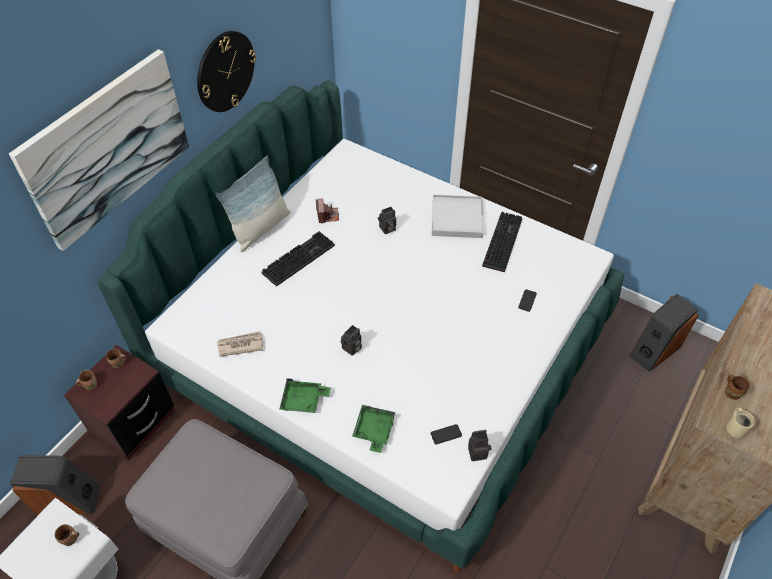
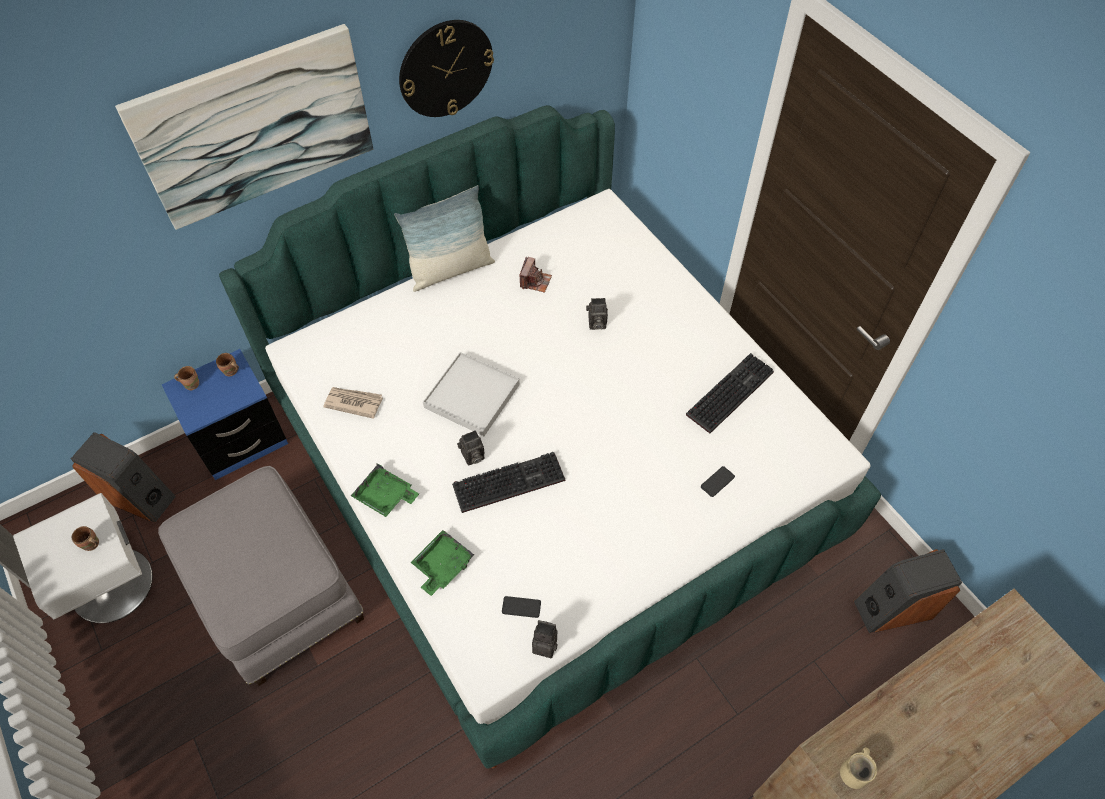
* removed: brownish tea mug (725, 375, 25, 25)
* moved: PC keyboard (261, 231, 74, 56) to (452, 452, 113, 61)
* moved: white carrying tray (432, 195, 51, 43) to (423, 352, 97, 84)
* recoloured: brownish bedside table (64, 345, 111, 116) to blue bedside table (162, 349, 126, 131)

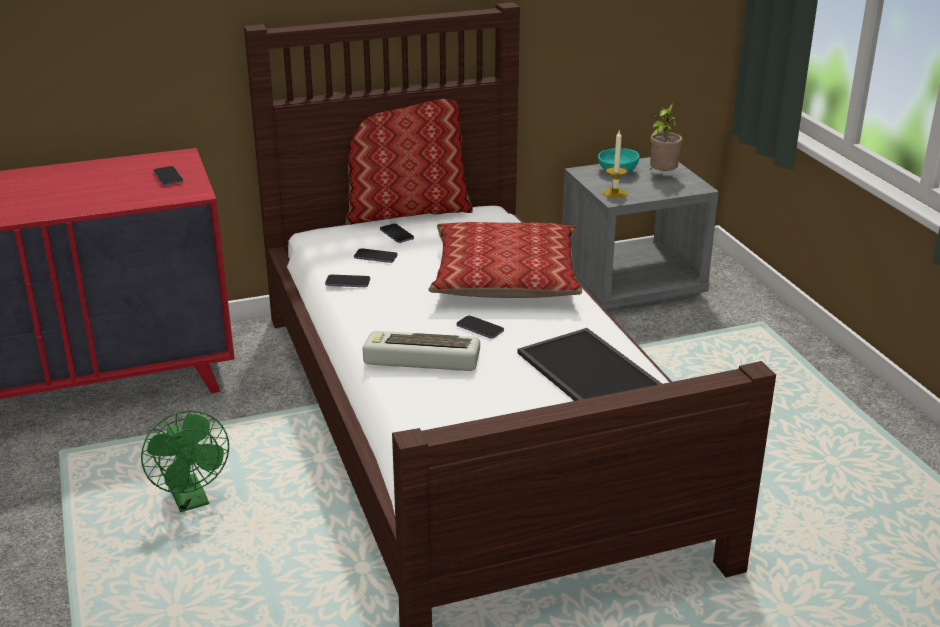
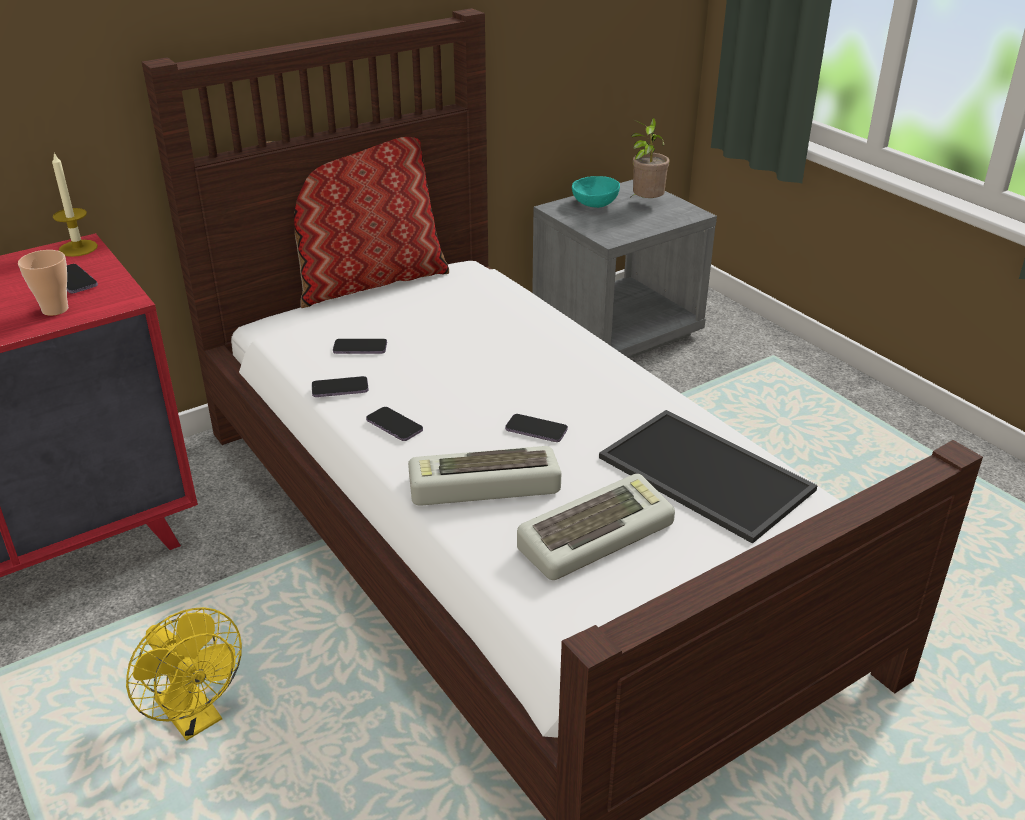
* removed: pillow (429, 222, 153, 76)
* added: cup (18, 250, 50, 66)
* added: PC keyboard (517, 474, 158, 106)
* moved: telephone (380, 224, 34, 19) to (366, 407, 57, 34)
* moved: wax light (603, 129, 25, 69) to (52, 153, 46, 104)
* recoloured: green-coloured cooling fan (141, 411, 88, 101) to yellowish cooling fan (126, 607, 116, 134)

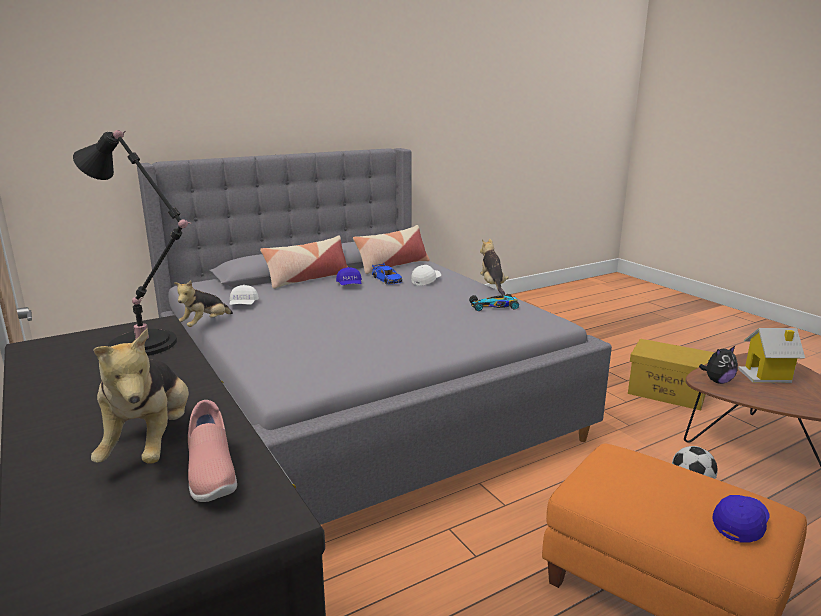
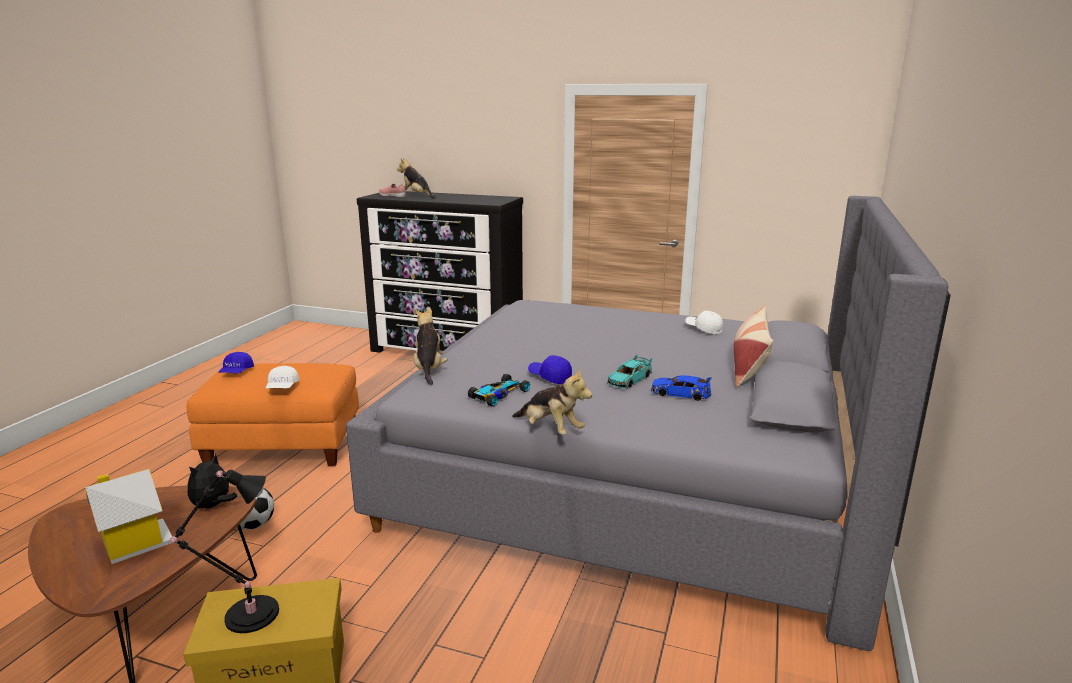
* removed: pillow (353, 225, 77, 49)
* added: turquoise-coloured toy car (607, 355, 45, 34)
* moved: black lamp for a table (73, 130, 119, 226) to (168, 470, 111, 163)
* moved: cuddly toy (174, 281, 59, 46) to (414, 307, 34, 78)
* moved: blue peaked cap (336, 267, 26, 18) to (528, 355, 44, 29)
* moved: white peaked cap (411, 265, 30, 21) to (266, 366, 33, 23)

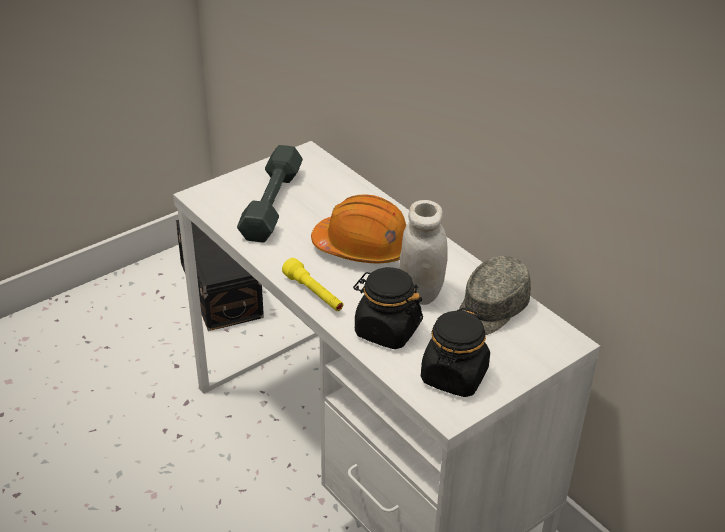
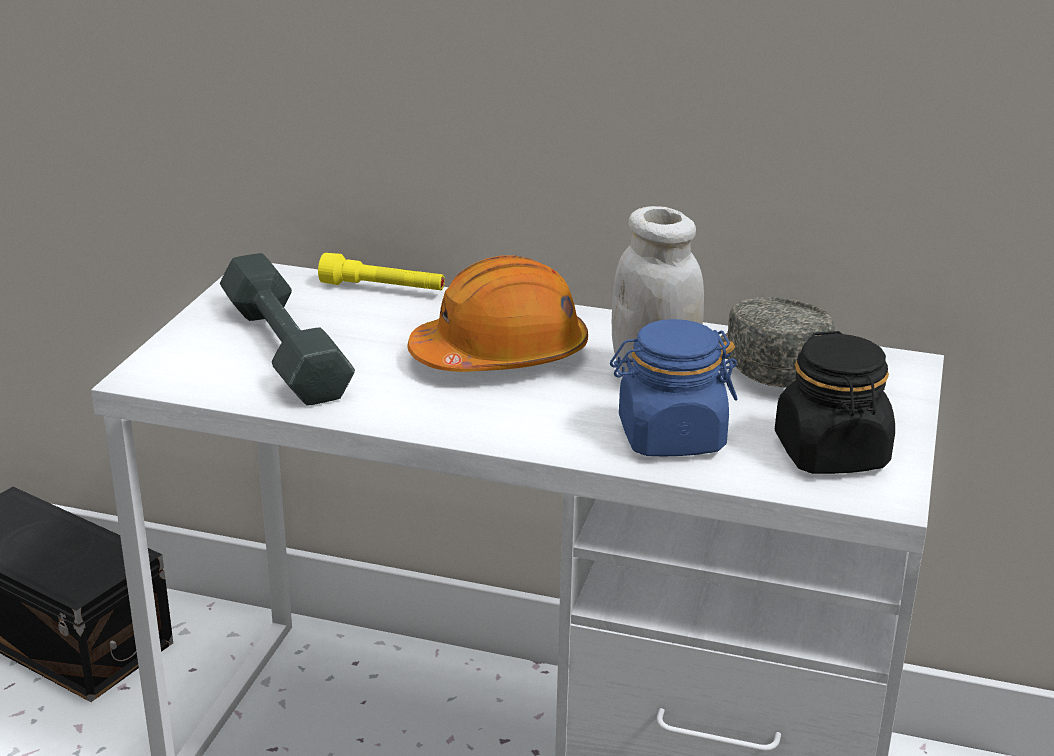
* moved: yellowish flashlight (282, 258, 61, 53) to (318, 253, 127, 37)
* recoloured: black preserve jar (353, 267, 70, 82) to blue preserve jar (610, 319, 127, 137)
* turned: greyish peaked cap (459, 256, 72, 79) = (719, 297, 116, 91) 150 degrees clockwise

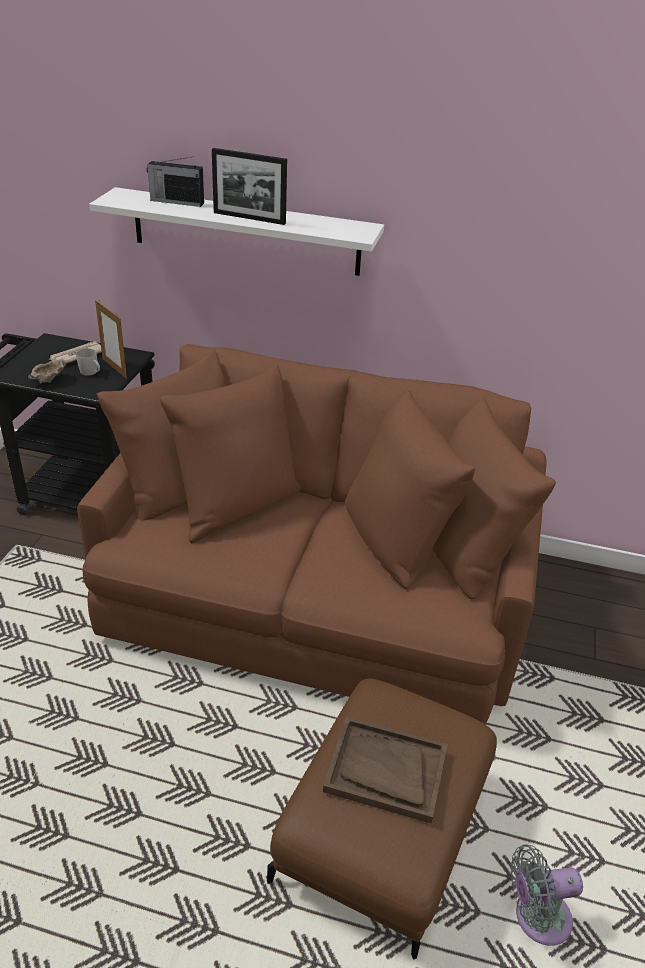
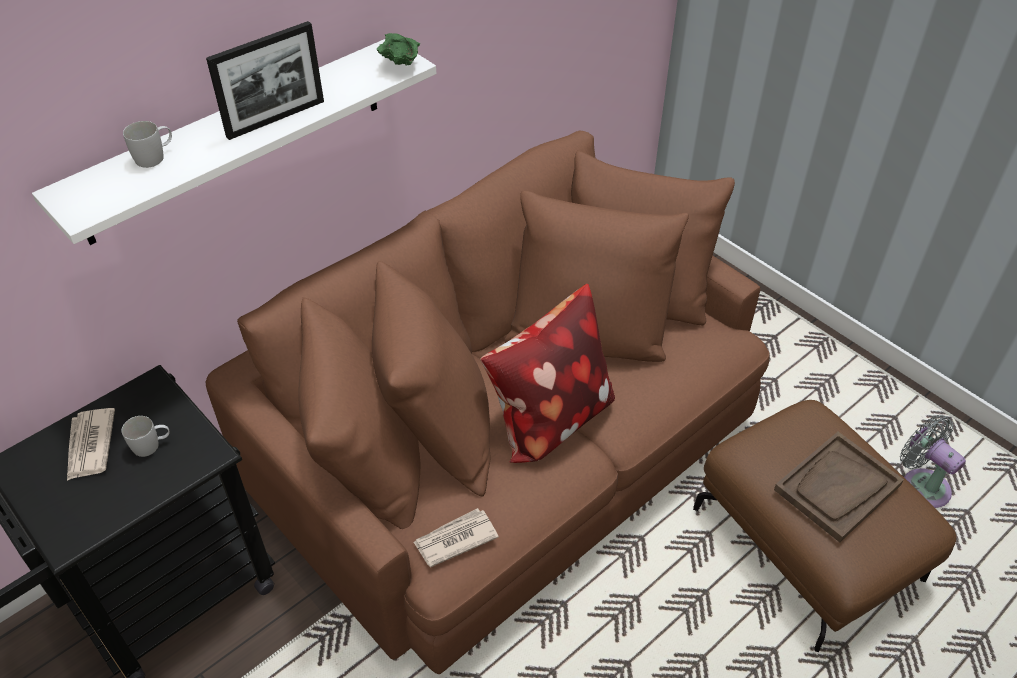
* removed: sand-coloured deep dish (28, 358, 38, 25)
* removed: photo frame (95, 300, 32, 79)
* added: green-coloured deep dish (377, 33, 43, 32)
* added: printed paper (413, 508, 86, 59)
* added: pillow (480, 284, 135, 179)
* replaced: radio set (147, 157, 57, 50) to white tea mug (123, 121, 49, 47)
* turned: greyish cooling fan (511, 844, 72, 102) = (900, 415, 66, 93) 120 degrees clockwise

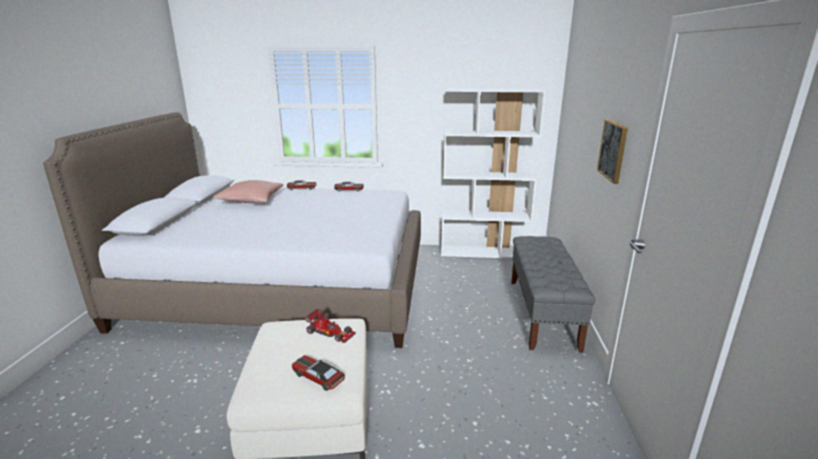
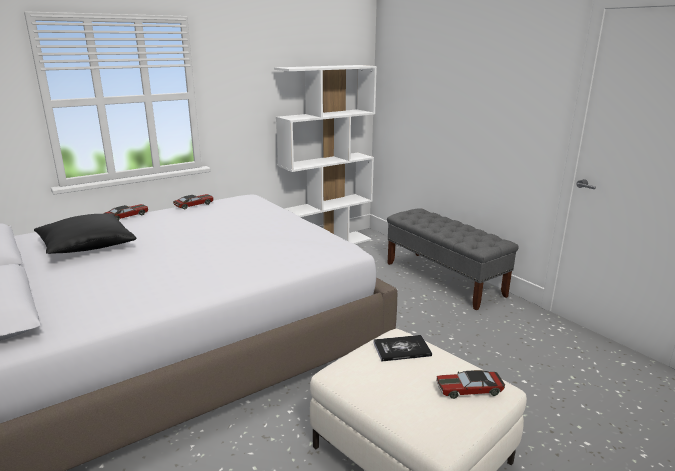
* removed: wall art (597, 119, 31, 65)
* replaced: toy car (305, 309, 51, 34) to book (373, 335, 59, 27)
* recoloured: pink-coloured pillow (213, 180, 70, 23) to black pillow (34, 213, 103, 41)

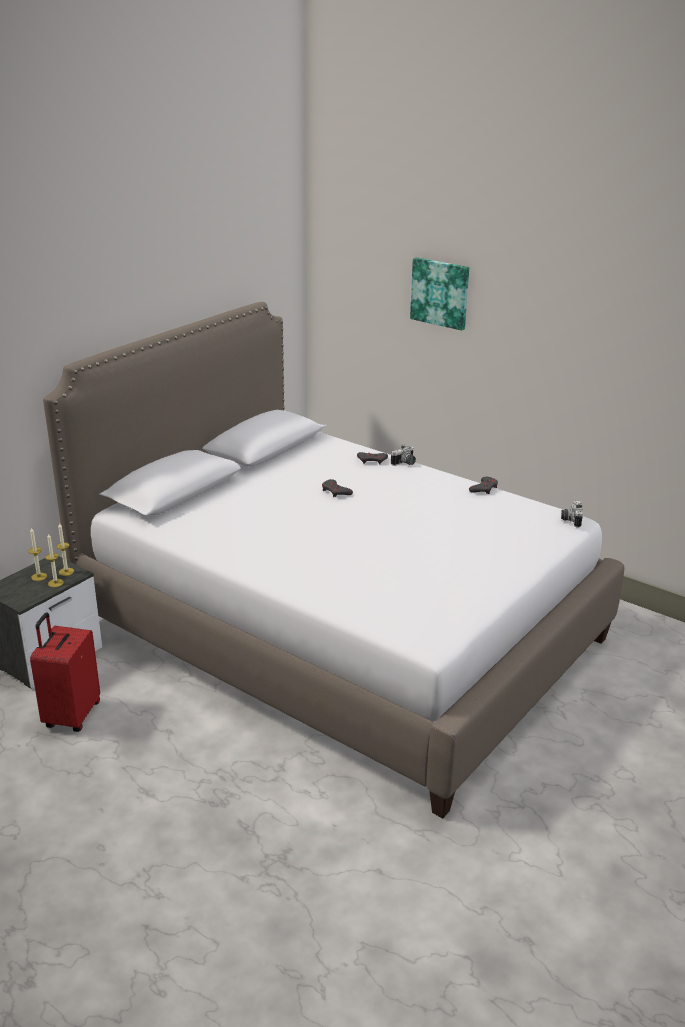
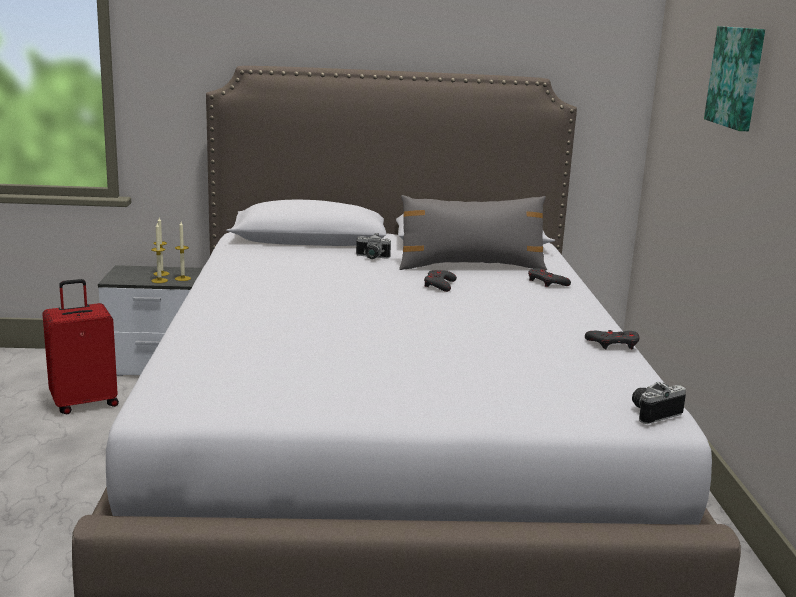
* added: greyish pillow (399, 195, 148, 75)
* moved: photo camera (391, 444, 25, 22) to (356, 233, 35, 26)

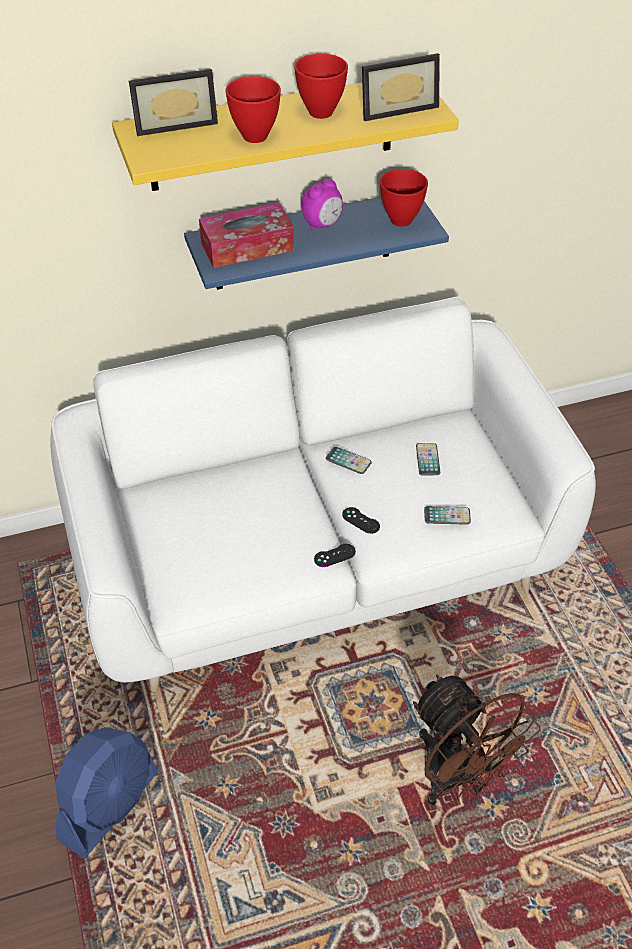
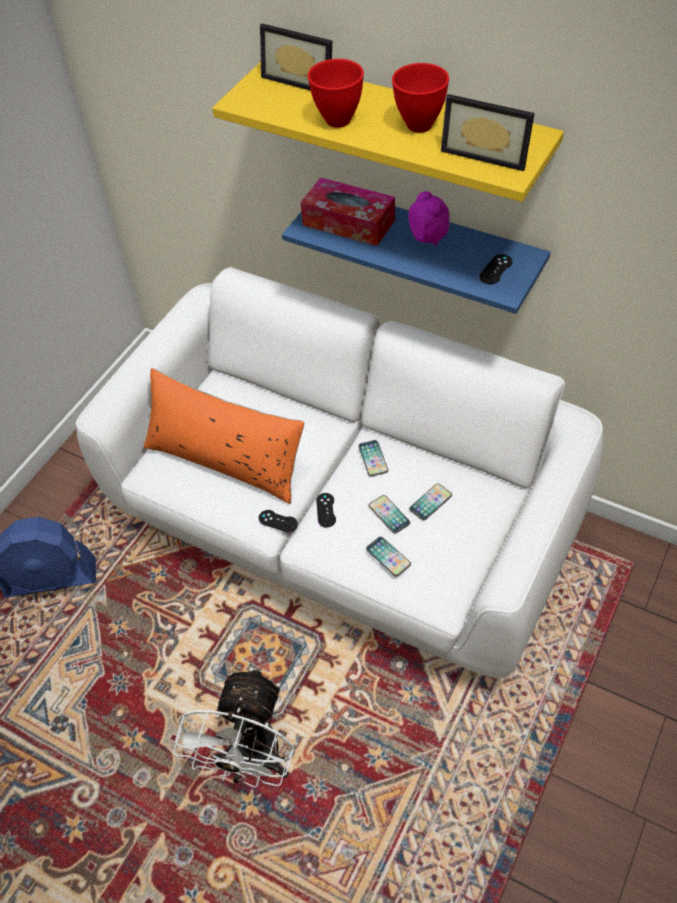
* added: orange pillow (143, 368, 162, 136)
* added: telephone (369, 495, 41, 39)
* replaced: red-coloured deep dish (380, 169, 48, 58) to black game controller (479, 254, 33, 30)
* recoloured: brownish cooling fan (413, 675, 128, 130) to white cooling fan (173, 667, 122, 121)
* turned: bedside clock (302, 179, 41, 51) = (408, 191, 42, 55) 120 degrees counterclockwise

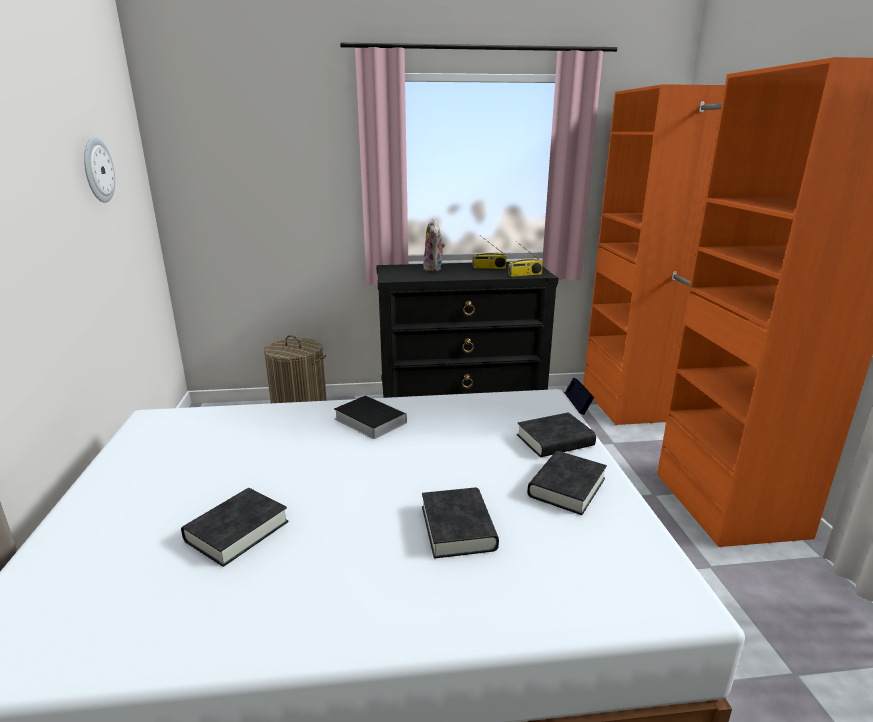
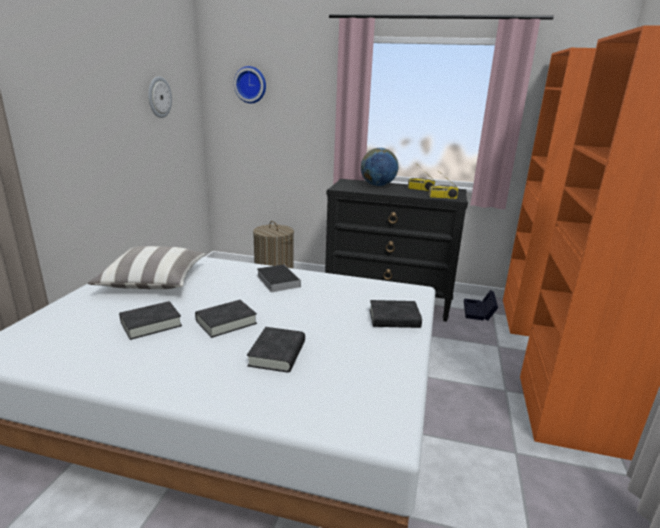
* added: pillow (88, 246, 117, 43)
* added: clock on the wall (234, 66, 32, 37)
* moved: black book (527, 451, 80, 64) to (195, 300, 62, 38)
* replaced: cuddly toy (423, 219, 22, 52) to world globe (361, 148, 37, 38)

